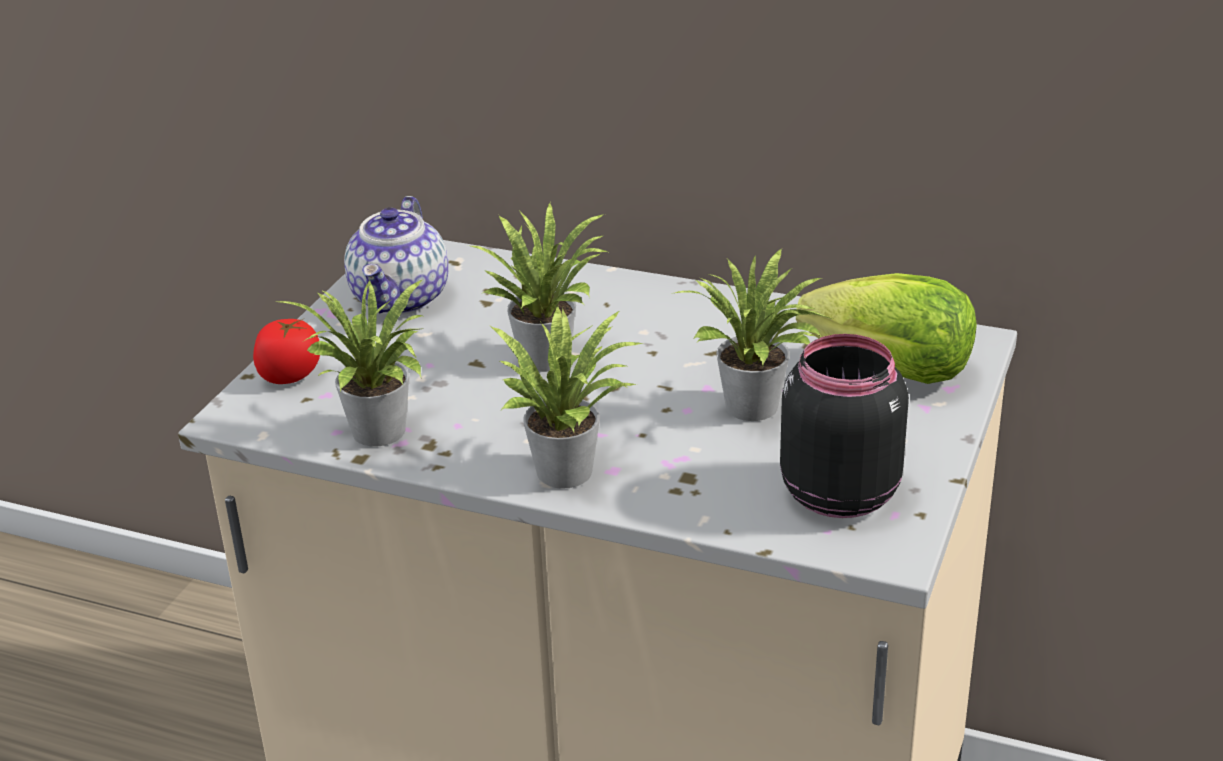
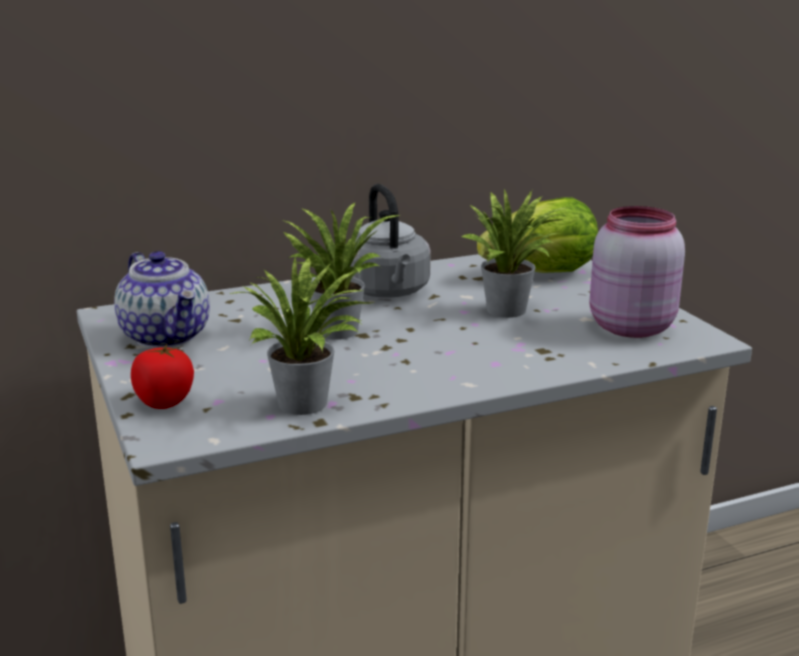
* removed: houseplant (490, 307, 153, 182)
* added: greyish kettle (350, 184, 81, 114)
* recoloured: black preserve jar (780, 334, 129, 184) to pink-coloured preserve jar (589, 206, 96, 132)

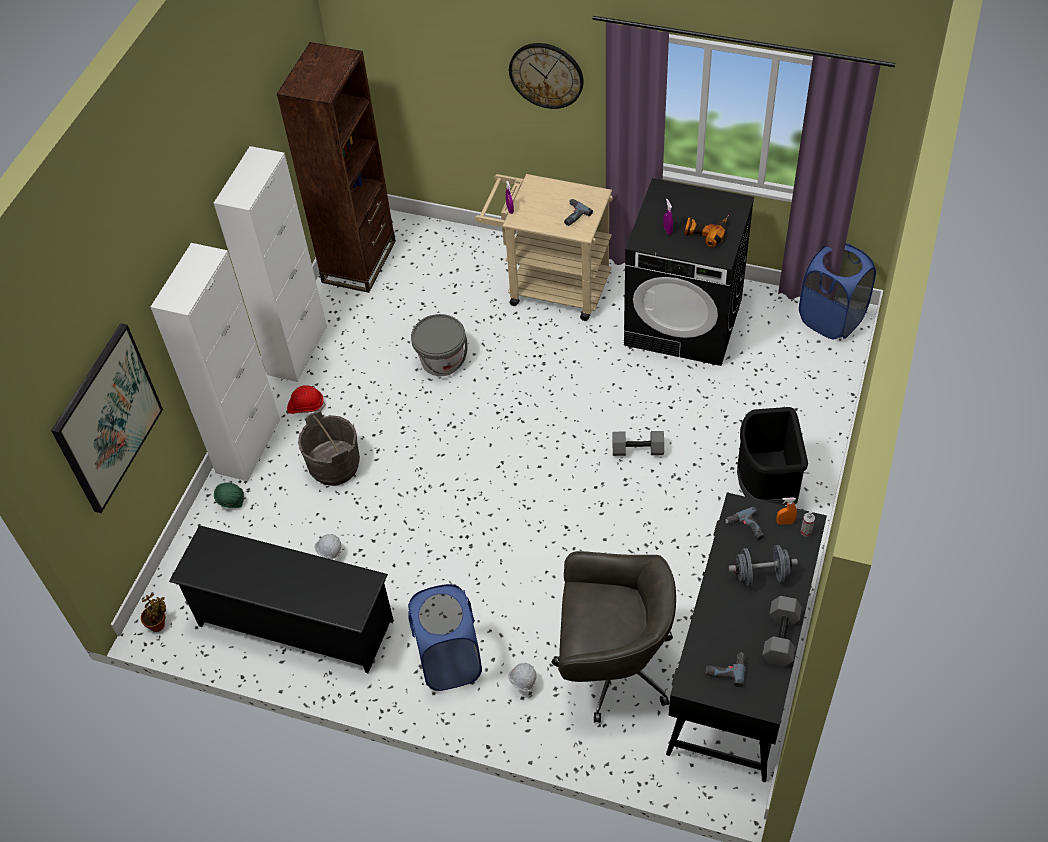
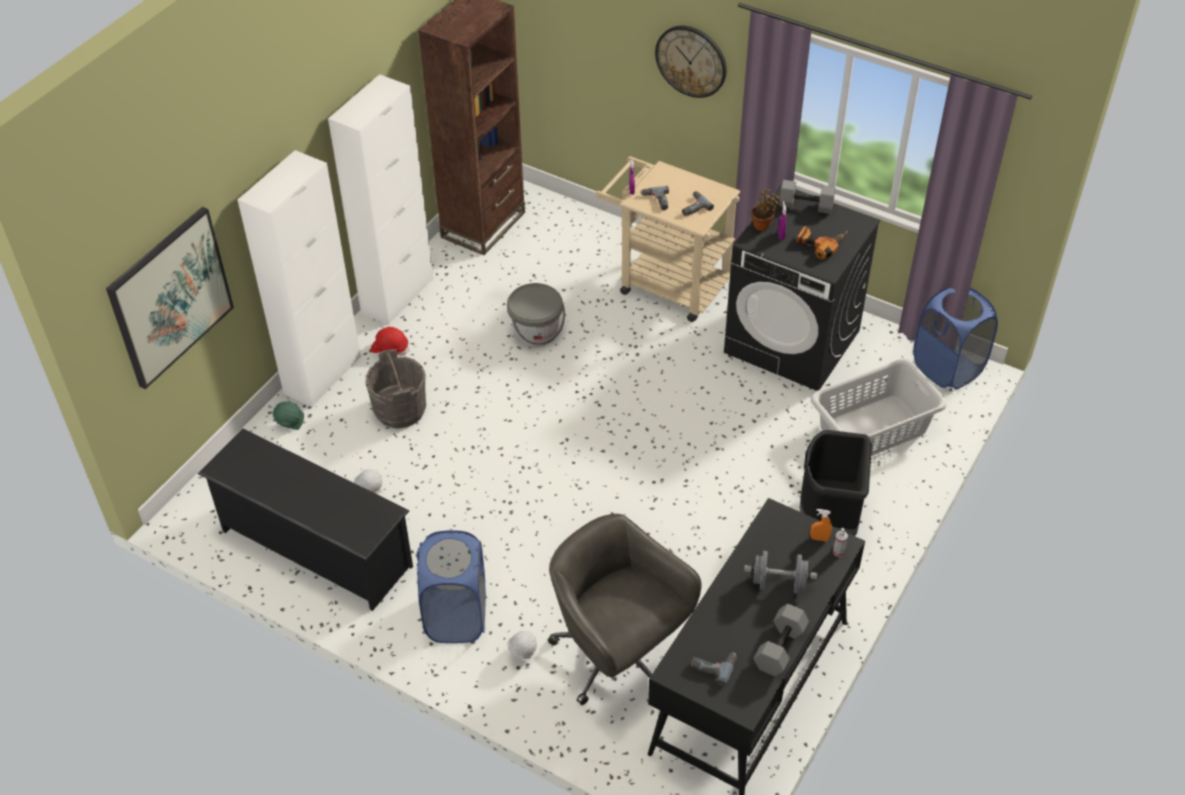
* added: greyish hamper (811, 359, 135, 97)
* moved: houseplant (141, 594, 25, 38) to (751, 188, 29, 43)
* moved: greyish dumbbell (612, 431, 52, 25) to (779, 180, 56, 34)
* moved: drill (725, 507, 39, 33) to (640, 186, 29, 24)
* turned: greyish office chair (551, 551, 125, 172) = (548, 514, 154, 191) 150 degrees counterclockwise

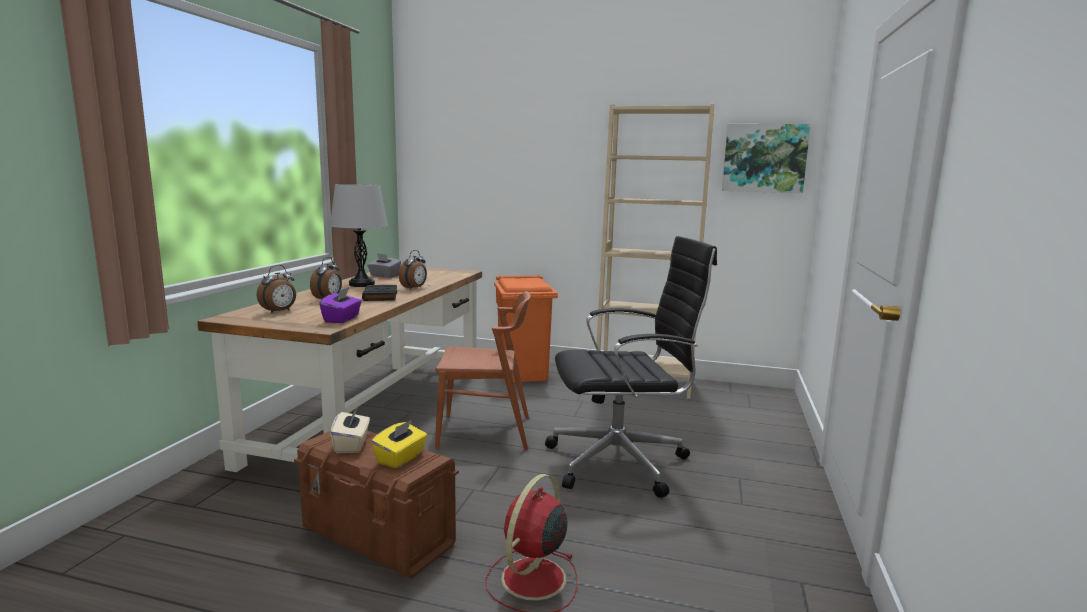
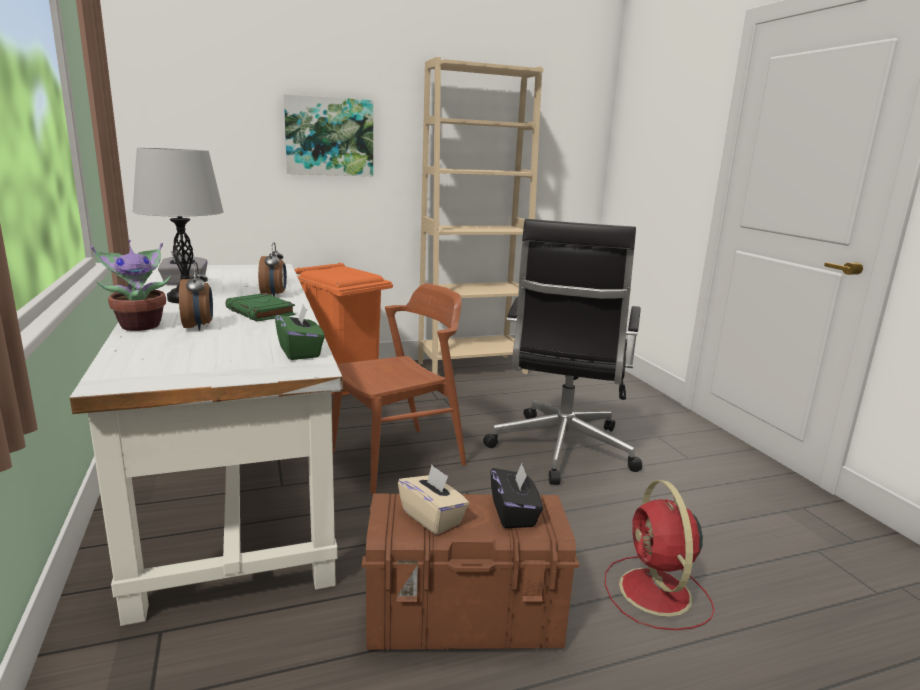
* removed: bedside clock (257, 265, 39, 49)
* added: houseplant (91, 239, 80, 92)
* moved: wall art (722, 124, 89, 69) to (284, 94, 89, 82)
* recoloured: brownish desk (197, 267, 285, 205) to white desk (70, 264, 273, 362)
* recoloured: purple tissue holder (319, 287, 43, 36) to green-coloured tissue holder (275, 305, 50, 55)
* recoloured: black book (362, 285, 35, 16) to green-coloured book (226, 293, 69, 28)
* recoloured: yellowish tissue holder (371, 420, 56, 49) to black tissue holder (490, 463, 53, 65)
* turned: black office chair (545, 236, 172, 262) = (483, 219, 159, 266) 150 degrees clockwise

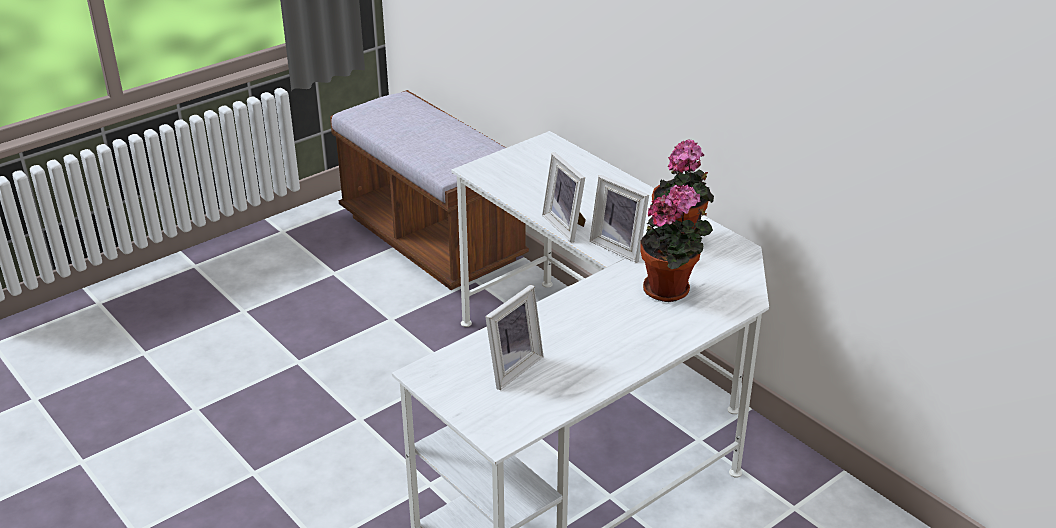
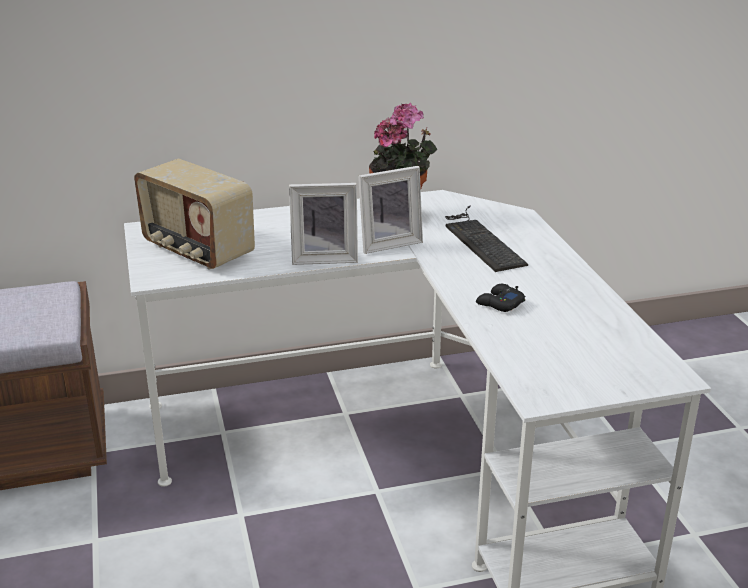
* removed: photo frame (485, 285, 59, 105)
* added: radio set (134, 159, 121, 111)
* added: black game controller (476, 284, 49, 28)
* replaced: houseplant (641, 185, 72, 117) to PC keyboard (445, 206, 83, 66)

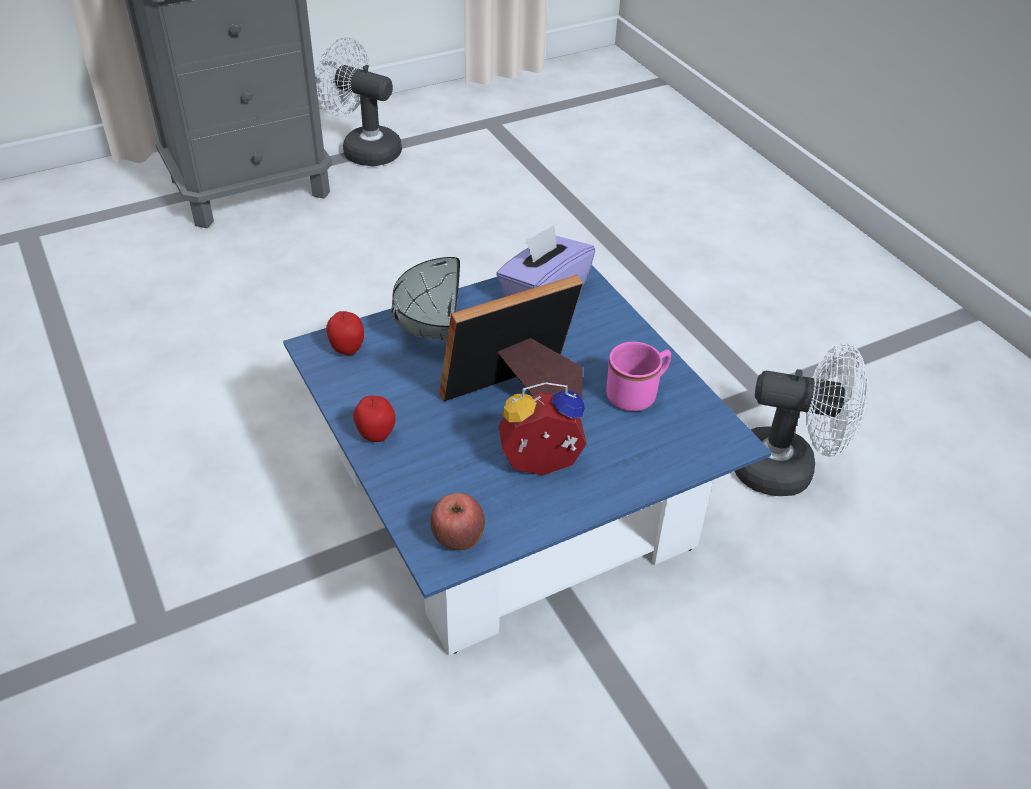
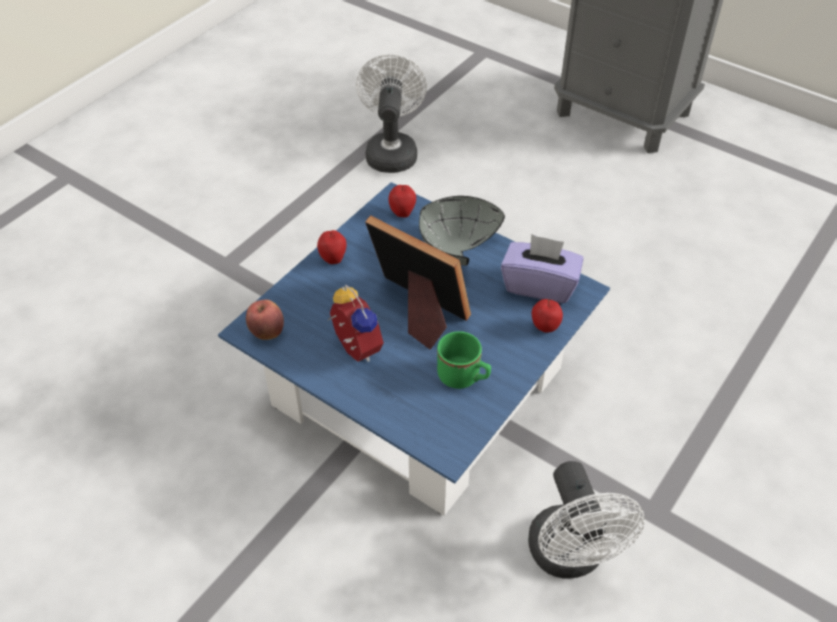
* added: apple fruit (532, 299, 31, 34)
* moved: white cooling fan (315, 37, 87, 129) to (356, 54, 71, 119)
* recoloured: pink-coloured tea mug (606, 342, 65, 69) to green-coloured tea mug (437, 331, 54, 58)

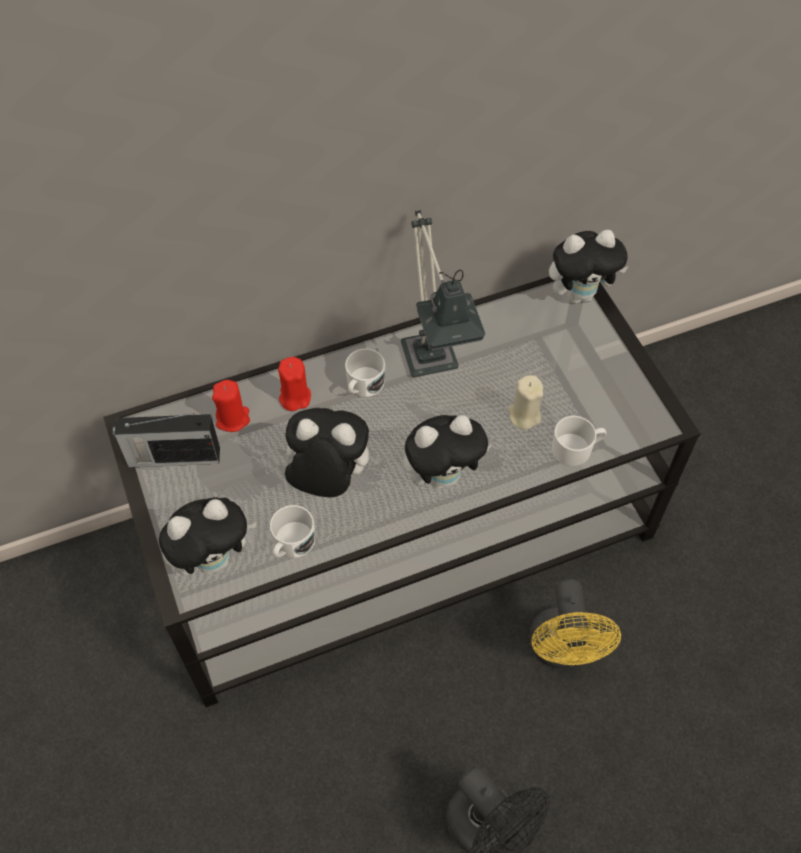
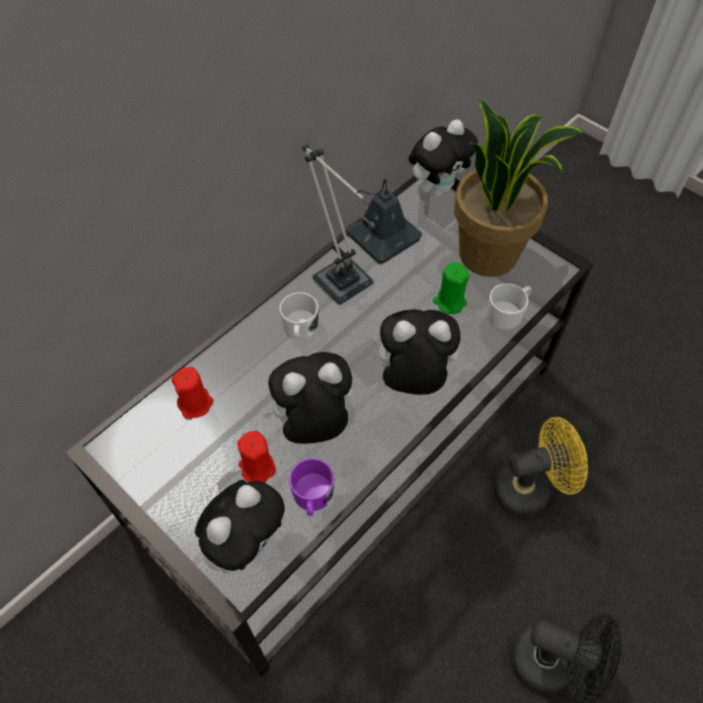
* removed: radio set (112, 413, 108, 55)
* added: houseplant (454, 99, 131, 178)
* moved: red-coloured wax light (278, 357, 33, 54) to (237, 431, 39, 52)
* recoloured: white tea mug (270, 505, 45, 53) to purple tea mug (289, 458, 45, 58)
* recoloured: sand-coloured wax light (507, 375, 36, 55) to green-coloured wax light (433, 262, 37, 52)
* turned: cuddly toy (403, 415, 89, 74) = (368, 309, 92, 86) 135 degrees counterclockwise
* turned: yellowish cooling fan (530, 579, 91, 90) = (493, 417, 95, 99) 75 degrees counterclockwise

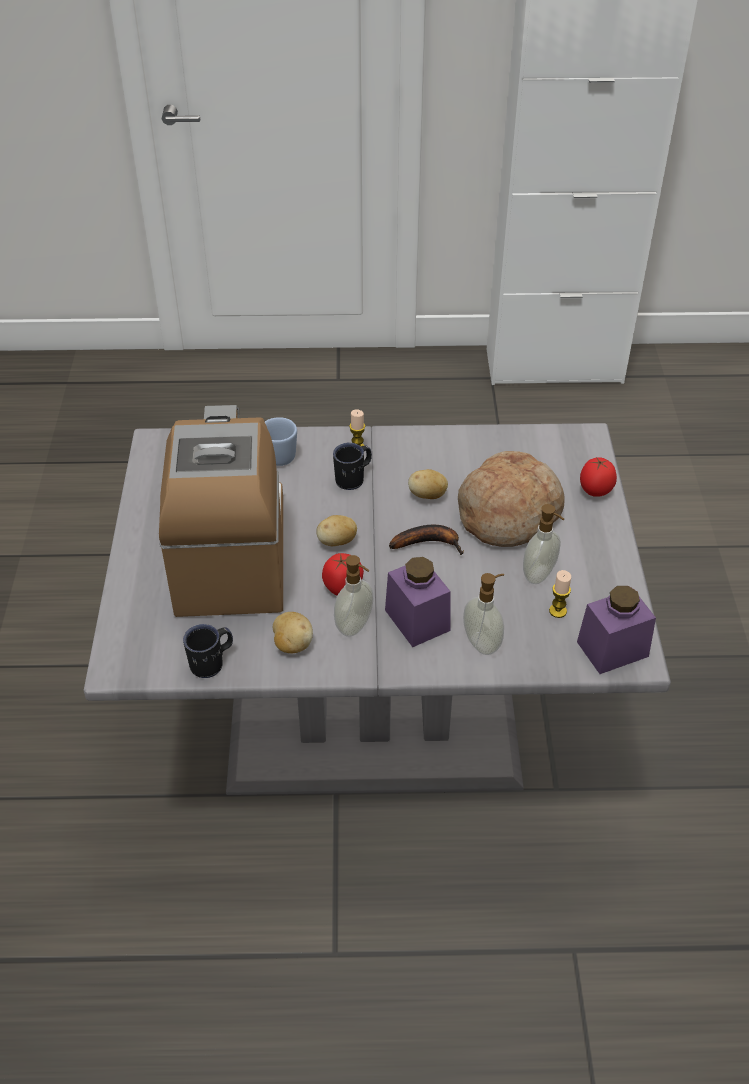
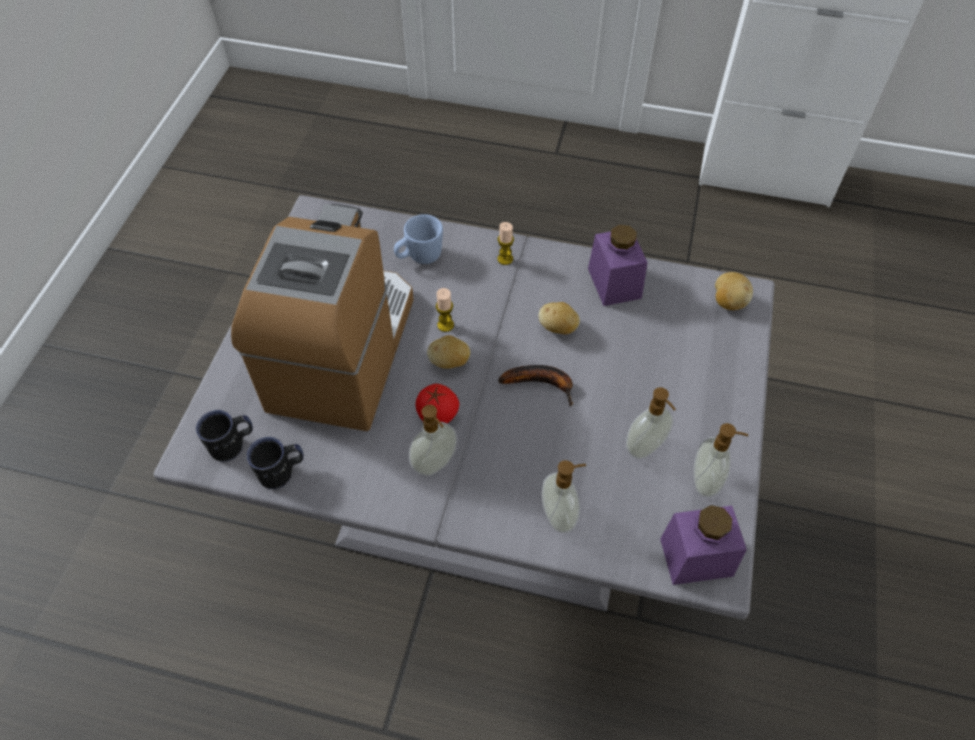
* removed: bread (458, 451, 107, 96)
* removed: fresh tomato (580, 457, 37, 40)
* added: soap dispenser (694, 423, 54, 74)
* moved: potato (273, 612, 40, 41) to (715, 272, 38, 38)
* moved: black tea mug (333, 442, 39, 48) to (196, 410, 57, 52)
* moved: purple preserve jar (385, 557, 66, 90) to (588, 225, 60, 81)
* moved: wax light (549, 570, 22, 48) to (436, 288, 18, 44)

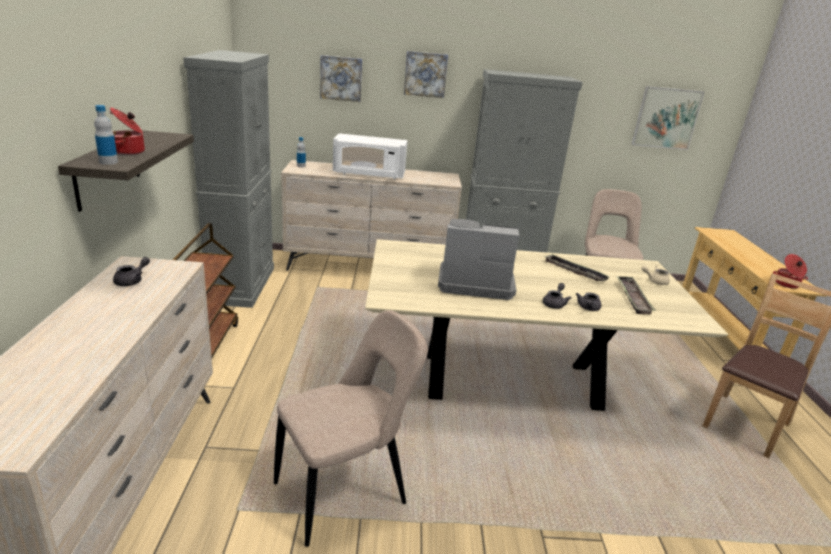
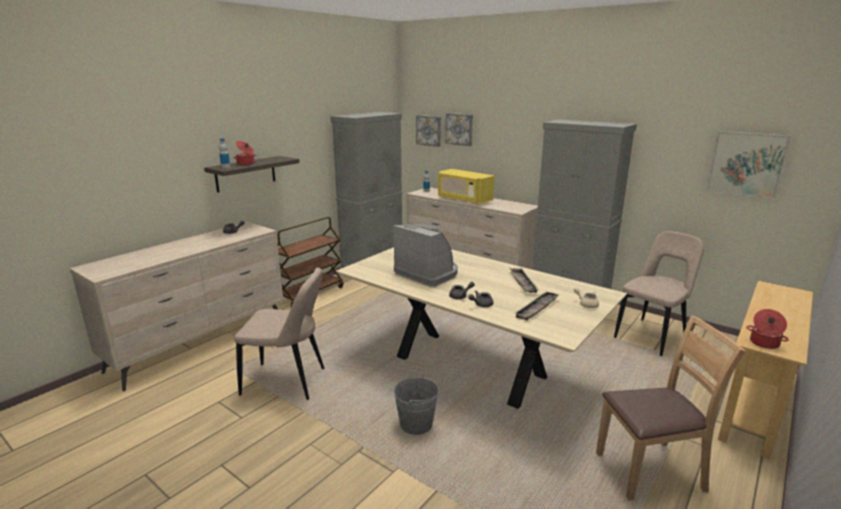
* added: greyish bucket (394, 375, 45, 60)
* moved: wall art (404, 51, 44, 47) to (416, 115, 25, 32)
* recoloured: white microwave (333, 133, 74, 46) to yellowish microwave (438, 169, 57, 36)

